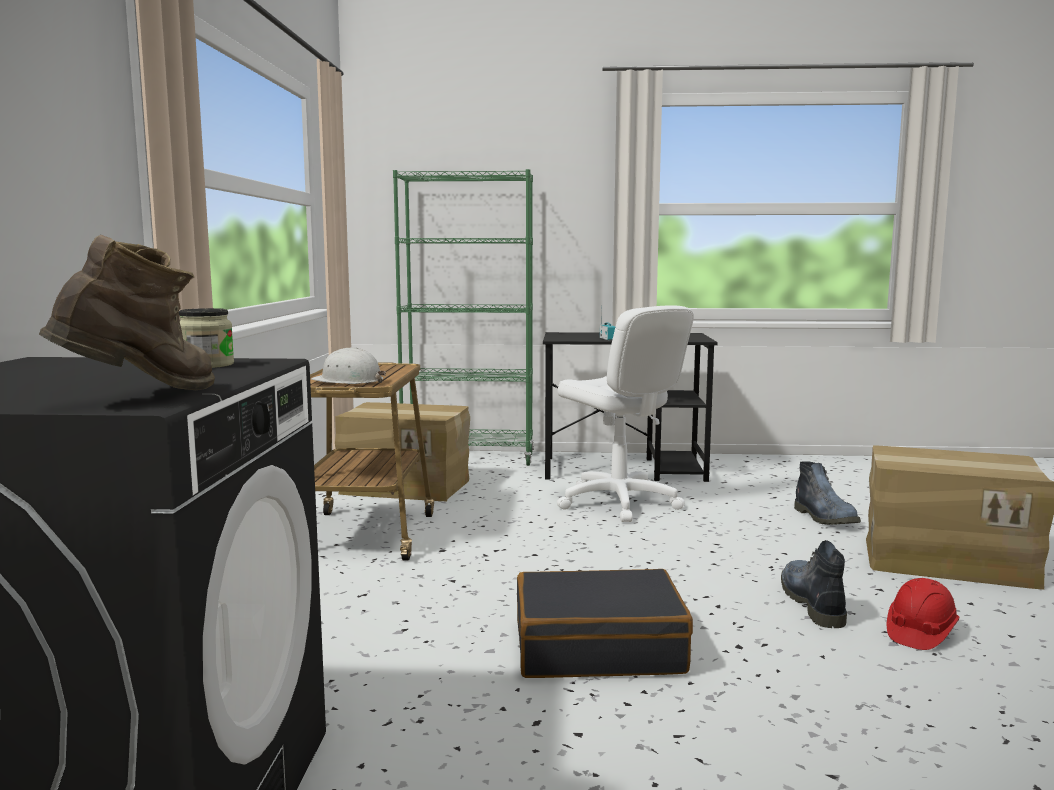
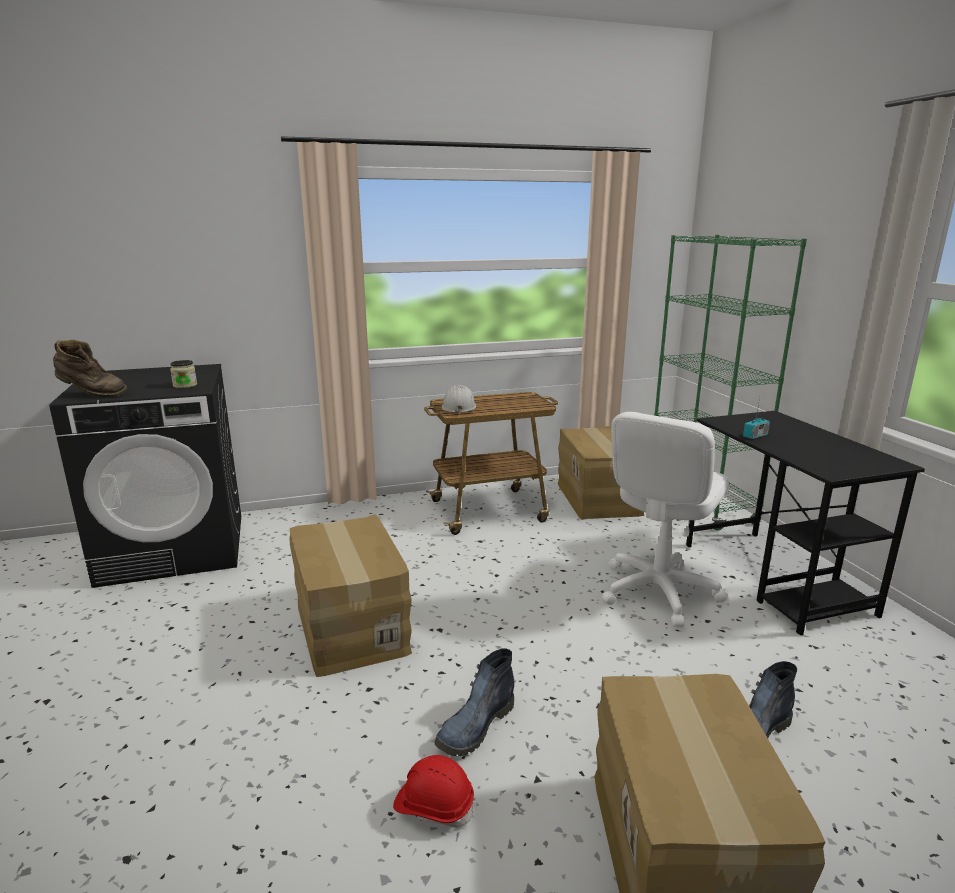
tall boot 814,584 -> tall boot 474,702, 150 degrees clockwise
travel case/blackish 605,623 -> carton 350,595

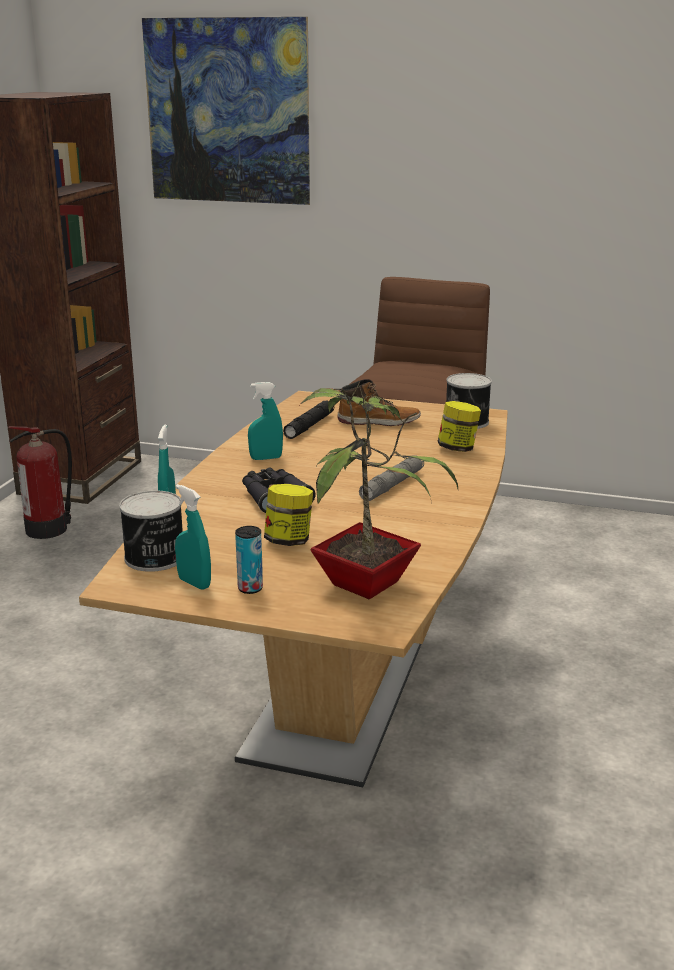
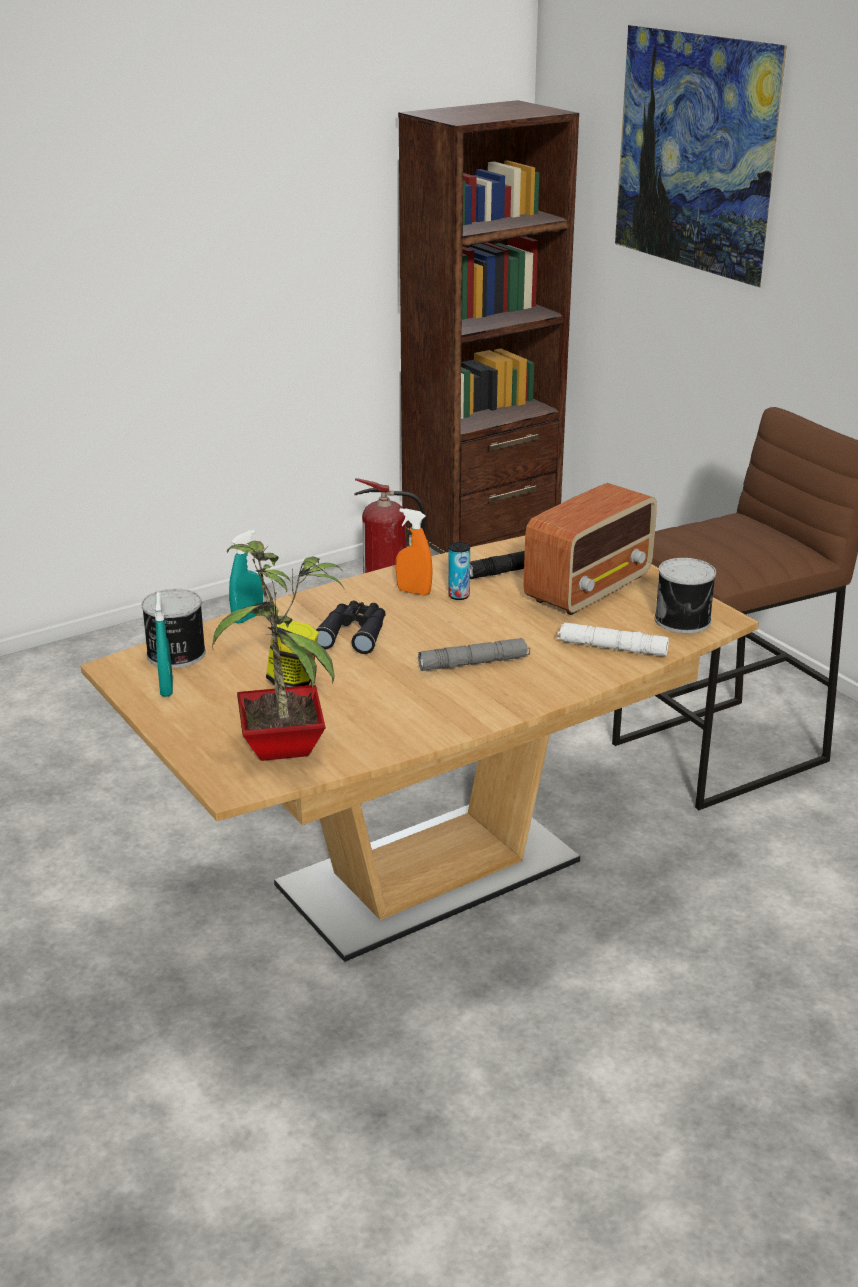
tall boot 379,402 -> radio receiver 590,549
sprayer/turquoise 265,421 -> sprayer/orangey 414,552
preserve jar 459,426 -> torch/whitish 613,639
sealed can 249,560 -> sealed can 459,571, shifted

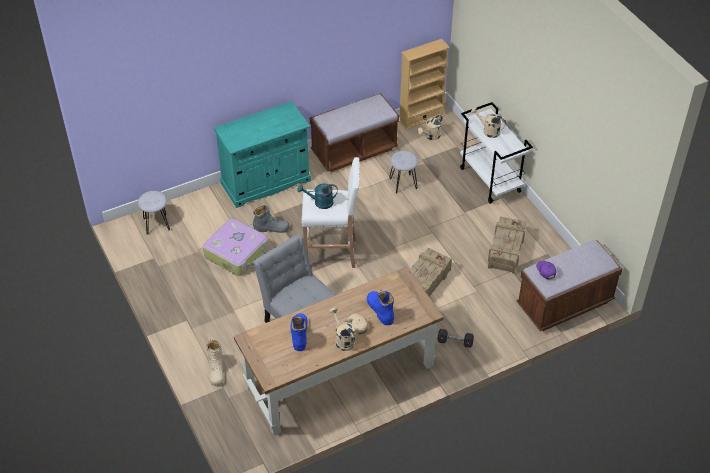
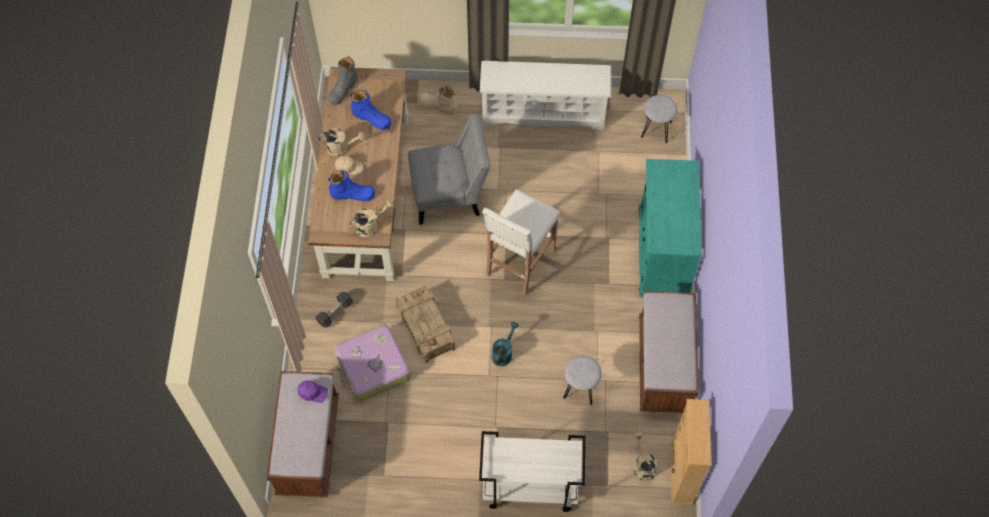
watering can/beige-coloured 488,122 -> watering can/beige-coloured 371,219, shifted
watering can/turquoise 317,196 -> watering can/turquoise 505,344, shifted
tall boot/grey 271,219 -> tall boot/grey 342,80, shifted
shipping crate 507,245 -> none
travel case 235,247 -> travel case 372,363, shifted
none -> shoe stand/whitish 545,95

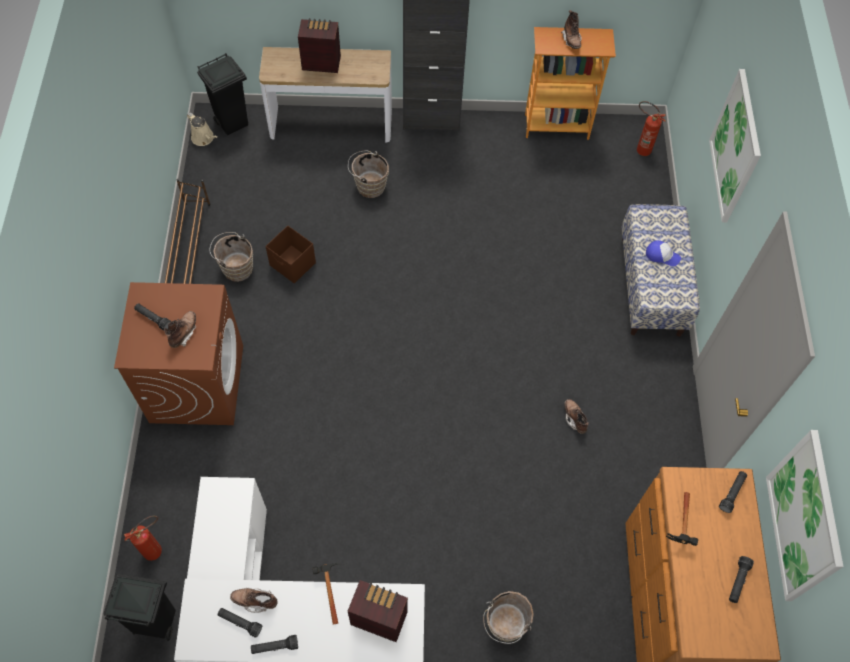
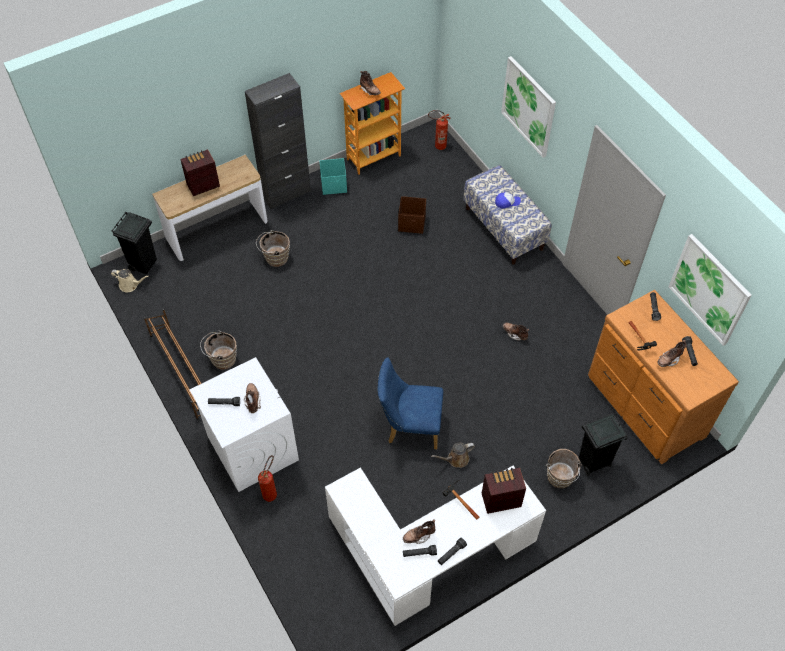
storage box/brown 290,255 -> storage box/brown 412,215, shifted
laundry appliance/brown 178,353 -> laundry appliance/whitish 244,424
fire extinguisher 143,538 -> fire extinguisher 267,478, shifted
trash can/blackish 139,607 -> trash can/blackish 603,444, shifted
none -> storage box/turquoise 333,176
none -> tall boot/brown 671,353
none -> chair/blue-coloured 410,403
none -> watering can/brown 453,455

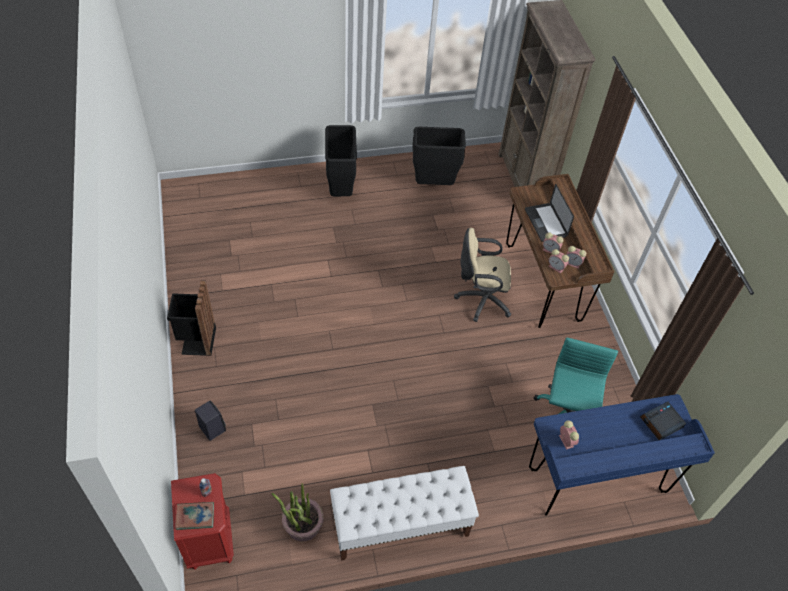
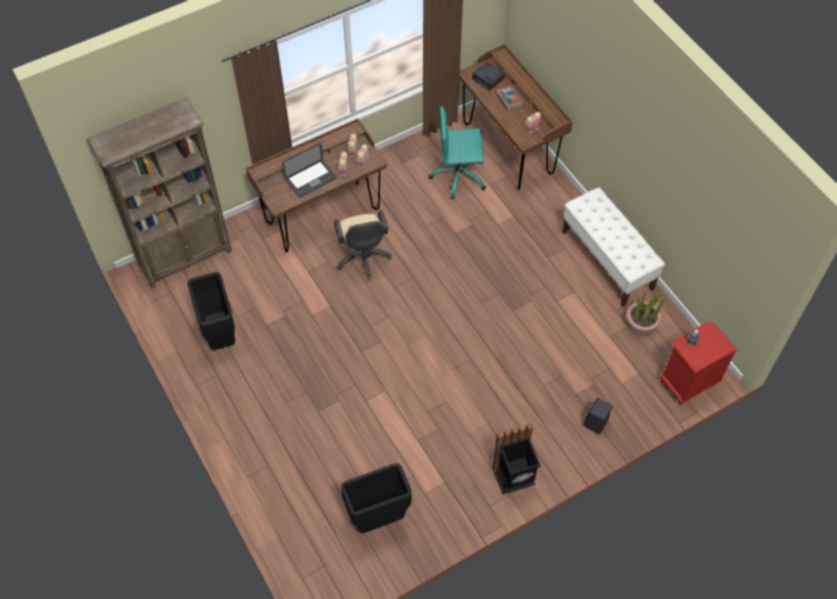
trash can/blackish 341,160 -> trash can/blackish 376,498, shifted
desk/blue-coloured 622,455 -> desk/brown 516,117
bound book 194,516 -> bound book 510,98, shifted

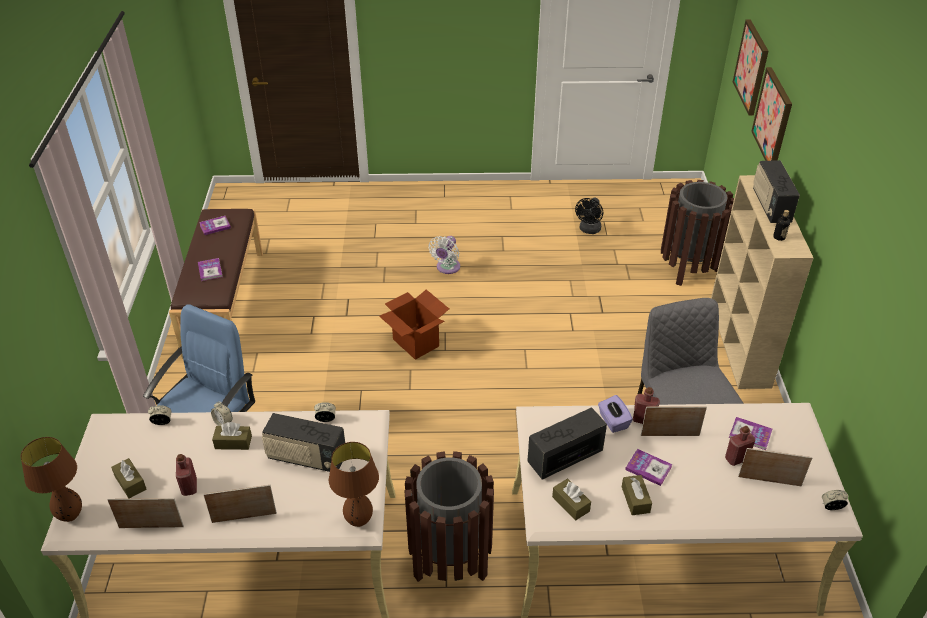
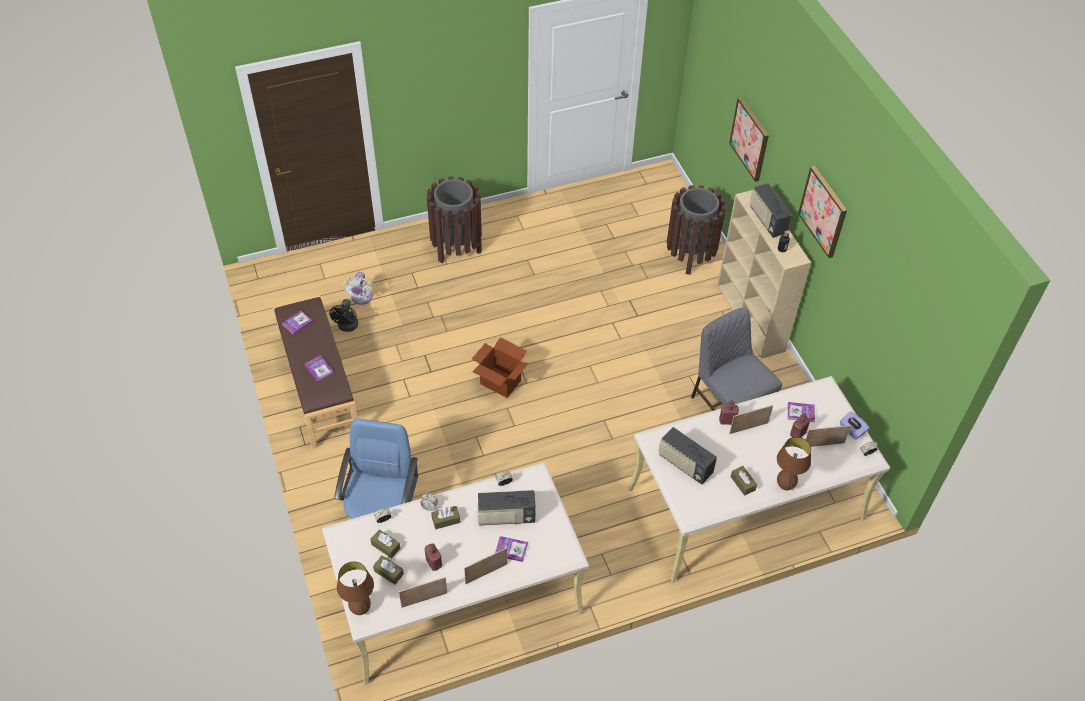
picture 750,67 -> picture 822,211, shifted
electric fan/blackish 589,216 -> electric fan/blackish 344,315, shifted
electric fan/whitish 444,255 -> electric fan/whitish 357,288, shifted
box of tissues/purplish 615,414 -> box of tissues/purplish 854,425, shifted
radio receiver 567,443 -> radio receiver 687,455, 90 degrees counterclockwise
table lamp/brown 354,484 -> table lamp/brown 794,463, shifted
bound book 648,467 -> bound book 511,549, shifted
trash can/brown 449,516 -> trash can/brown 454,219, shifted
box of tissues/brown 571,500 -> box of tissues/brown 385,543, shifted

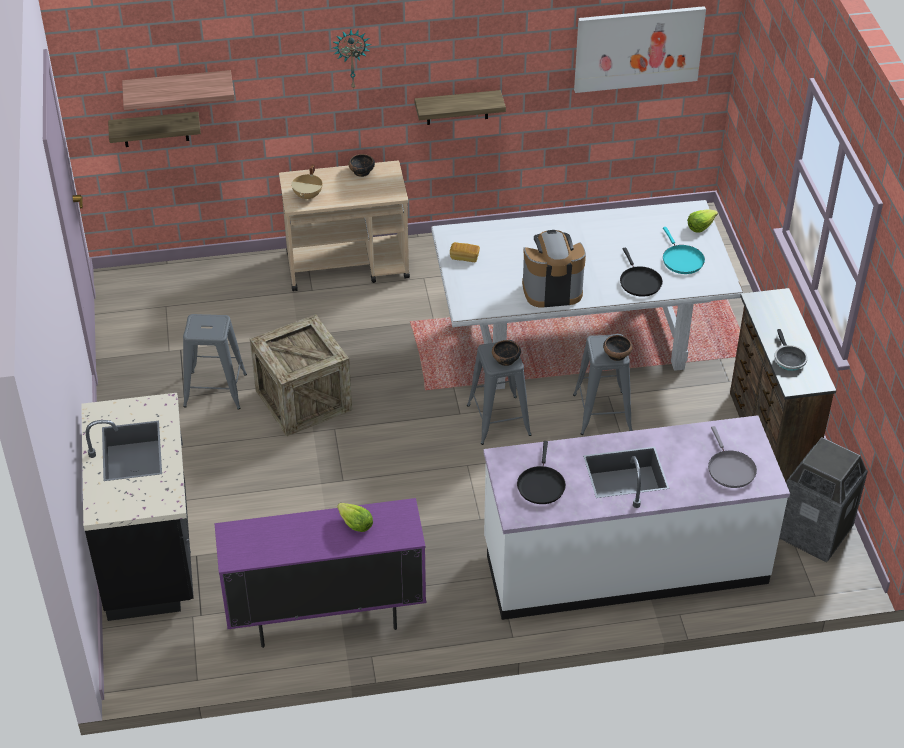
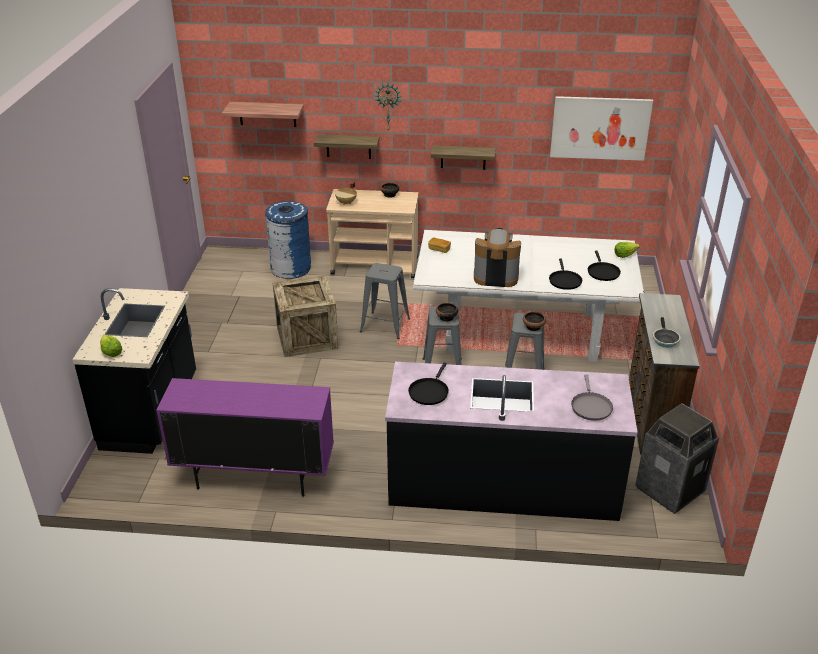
shelf 154,129 -> shelf 346,146, shifted
frying pan/turquoise 684,250 -> frying pan/blackish 604,266
stool/grey 215,362 -> stool/grey 385,301, shifted
counter/whitish 636,517 -> counter/blackish 511,441
head of lettuce 355,517 -> head of lettuce 111,346, shifted
none -> trash can/blue-coloured 288,240

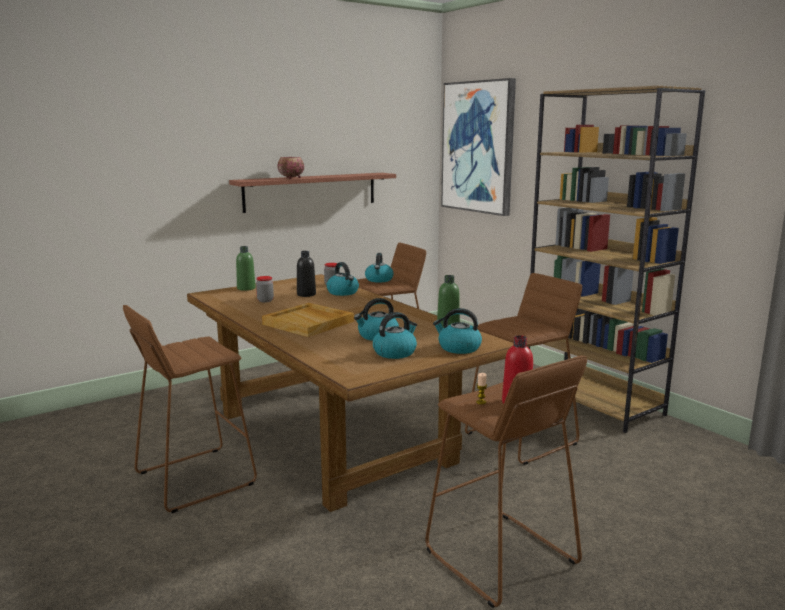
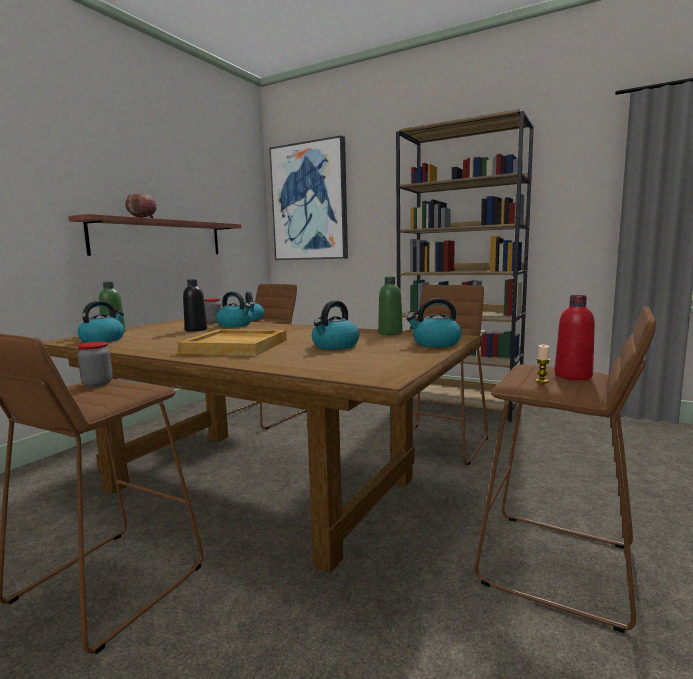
preserve jar 265,289 -> preserve jar 95,364, shifted
tea kettle 395,335 -> tea kettle 100,322, shifted

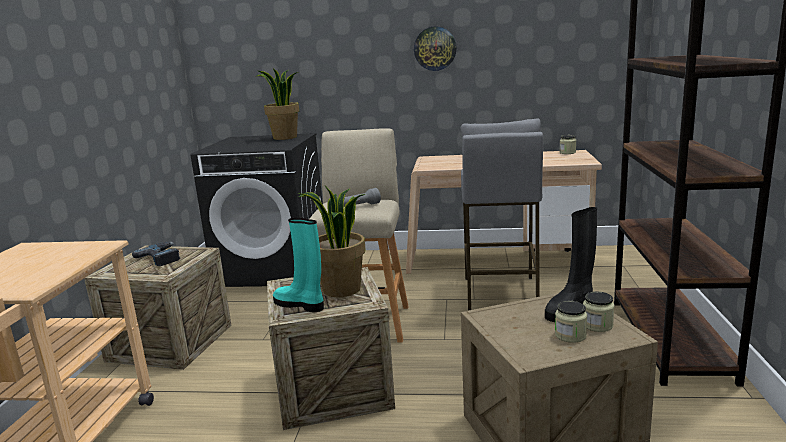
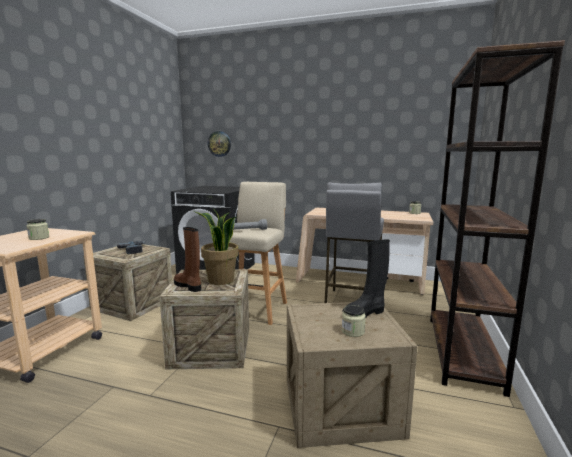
wall clock 435,48 -> wall clock 219,144, shifted
plant in a pot 277,104 -> none
tall boot/turquoise 298,265 -> tall boot/brown 187,259
preserve jar 598,311 -> preserve jar 38,229, shifted

